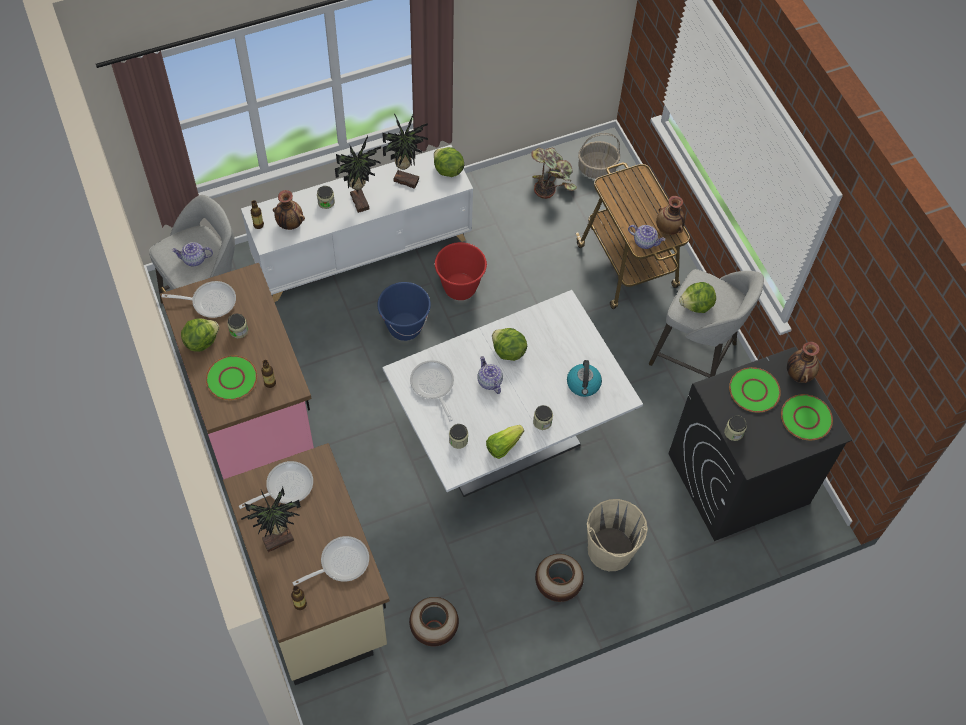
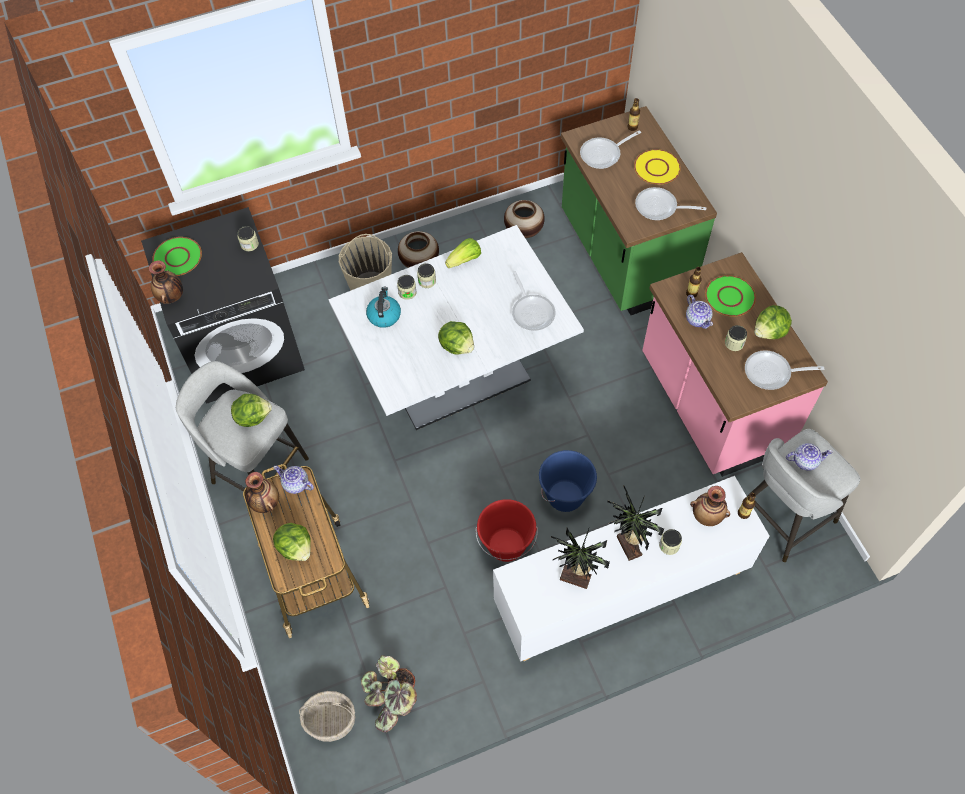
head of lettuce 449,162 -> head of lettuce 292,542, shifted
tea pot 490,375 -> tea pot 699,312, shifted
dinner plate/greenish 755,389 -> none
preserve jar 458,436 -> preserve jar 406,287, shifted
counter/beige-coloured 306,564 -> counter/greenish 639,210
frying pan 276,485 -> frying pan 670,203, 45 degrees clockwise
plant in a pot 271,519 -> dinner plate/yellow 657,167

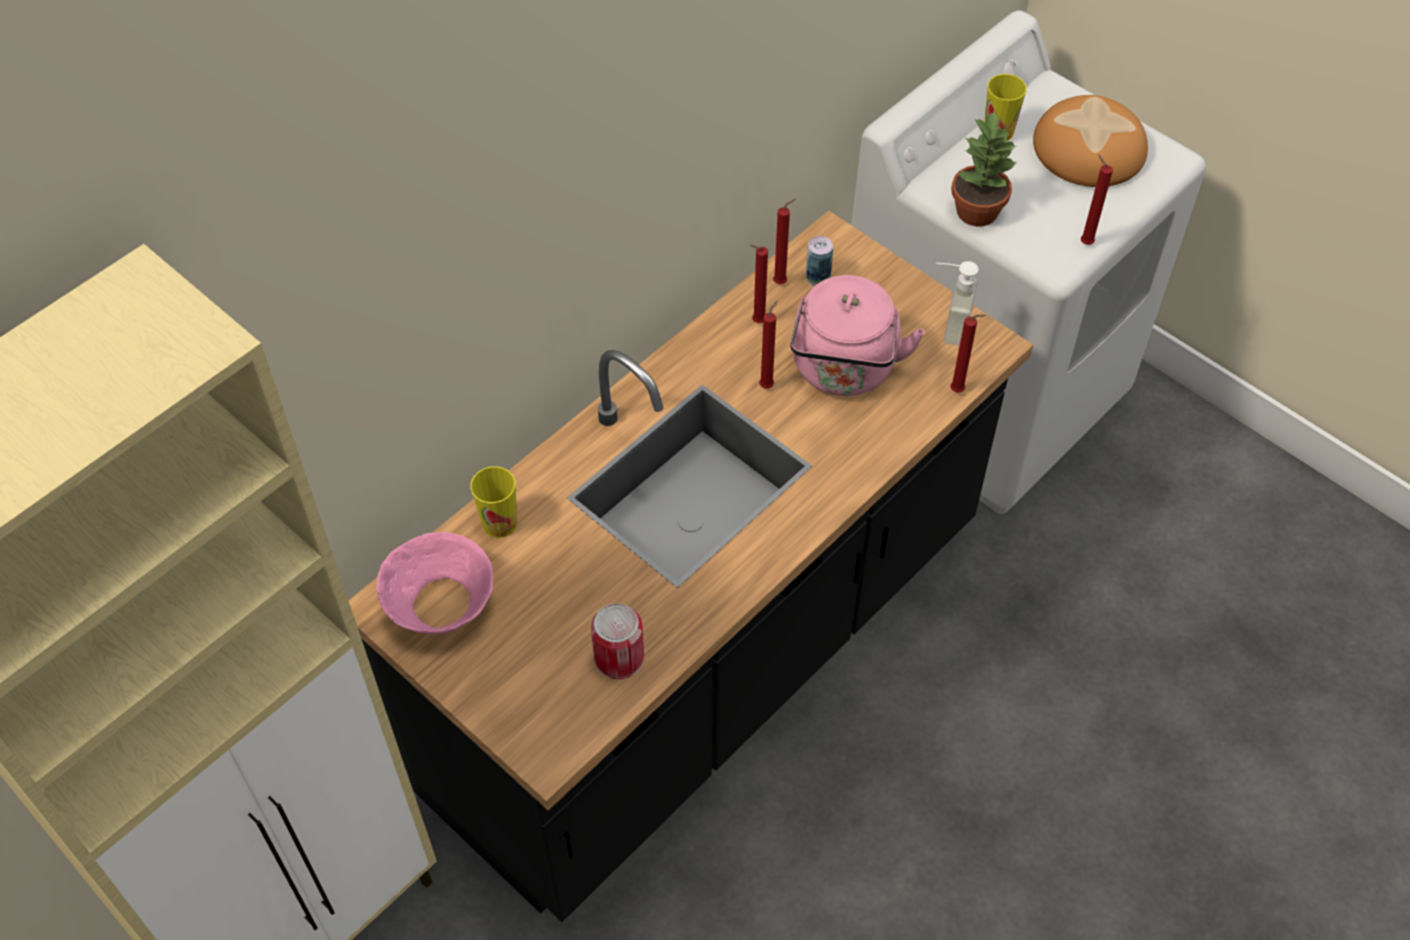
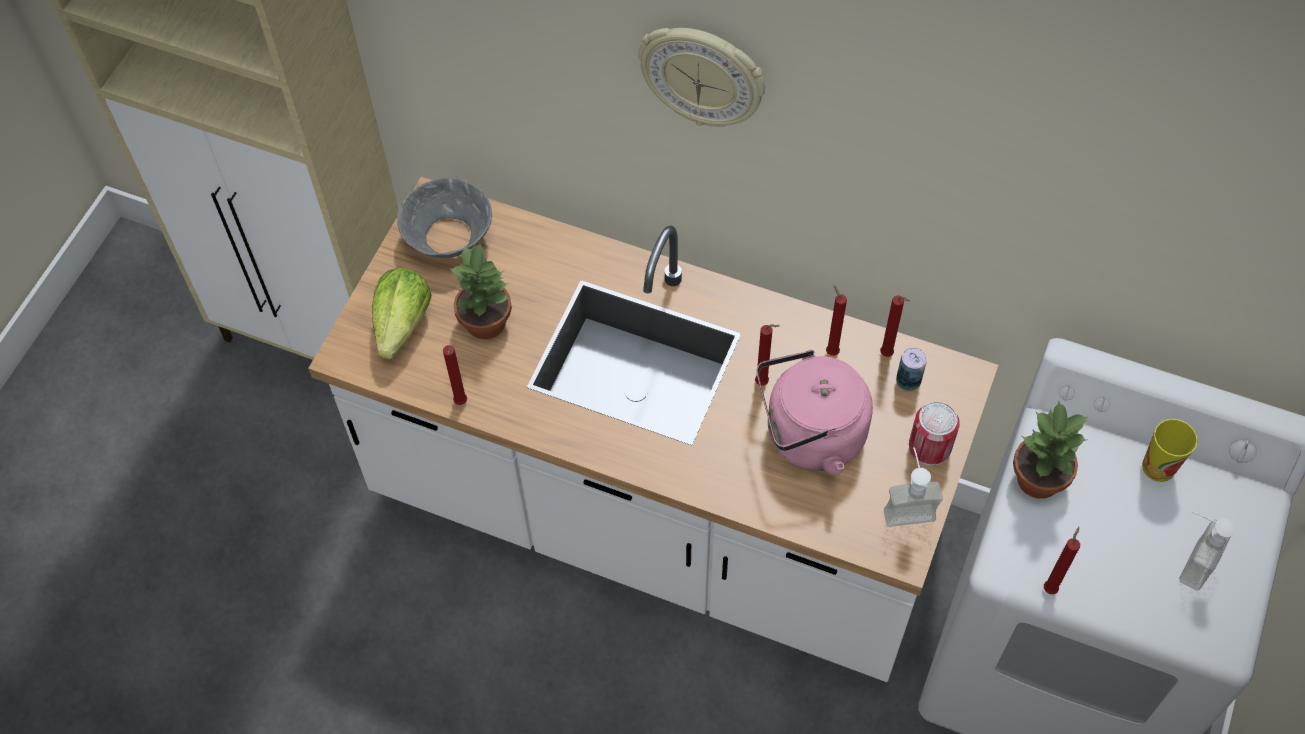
bread 1090,141 -> soap bottle 1207,551
counter/blackish 690,566 -> counter/whitish 653,429
wax candle/reddish 968,353 -> wax candle/reddish 455,375, shifted
cup 493,502 -> none
bowl/pink-coloured 435,583 -> bowl/grey 444,218
sealed can 617,641 -> sealed can 934,433, shifted
none -> wall clock 701,77
none -> plant in a pot 480,290
none -> head of lettuce 402,313

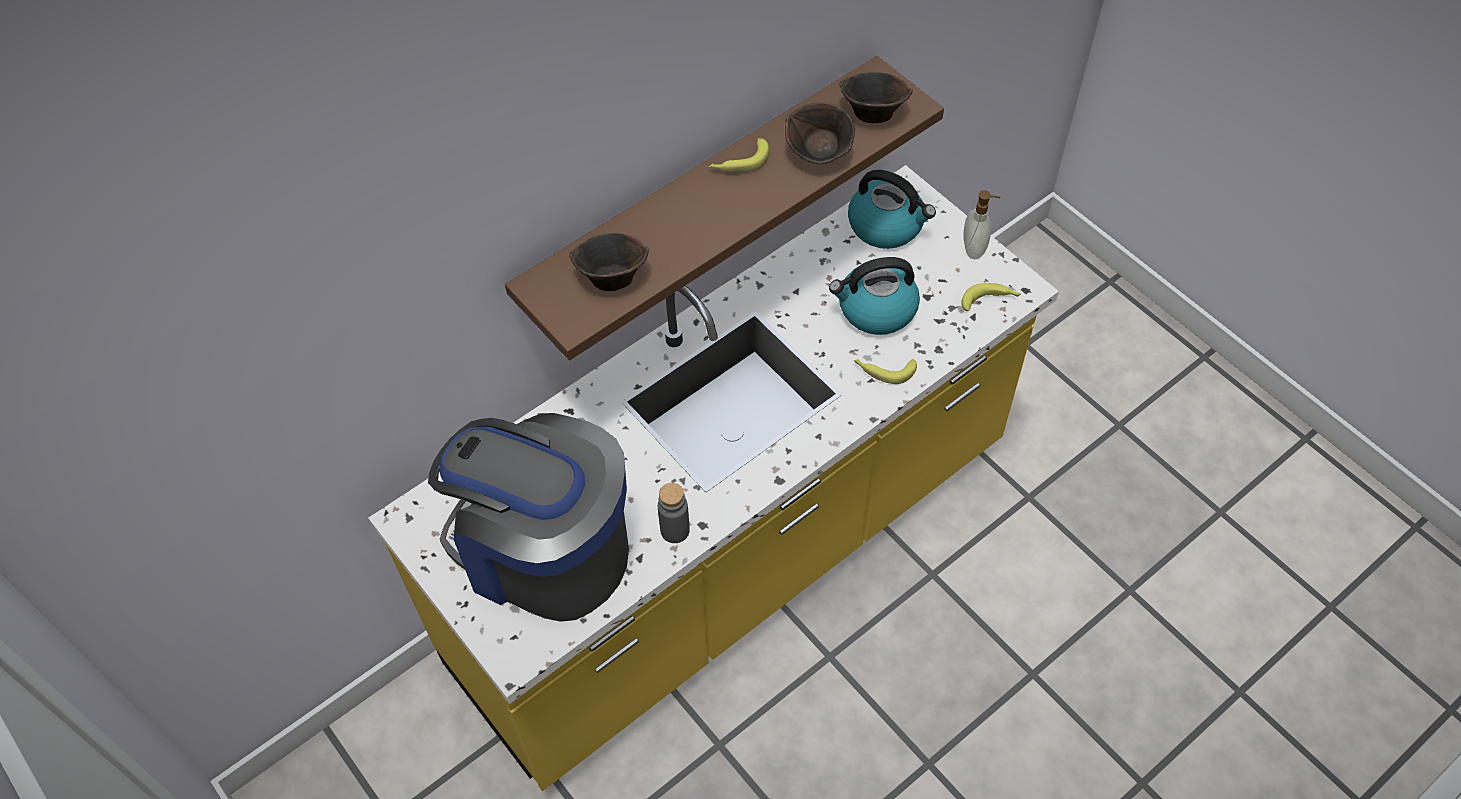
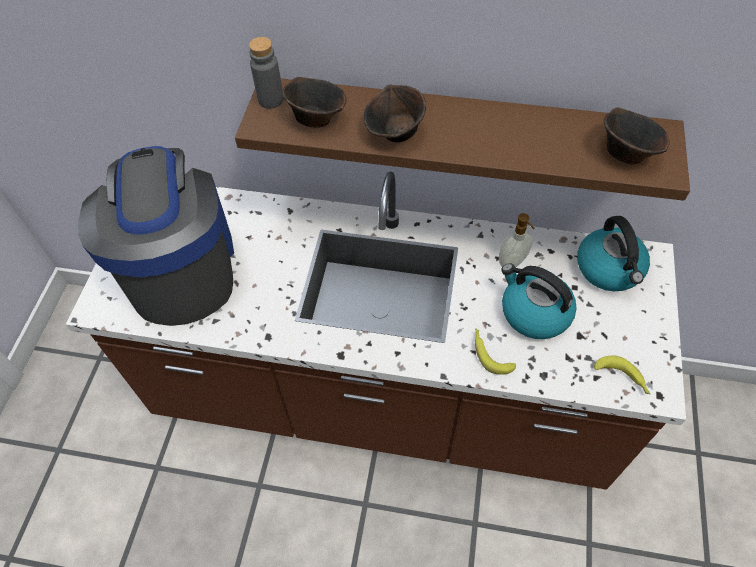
bowl/brown 820,133 -> bowl/brown 395,113, shifted
banana fruit 739,155 -> none
counter/yellow 713,478 -> counter/brown 376,331
soap bottle 981,224 -> soap bottle 516,240, shifted
bottle/grey 674,513 -> bottle/grey 266,73, shifted

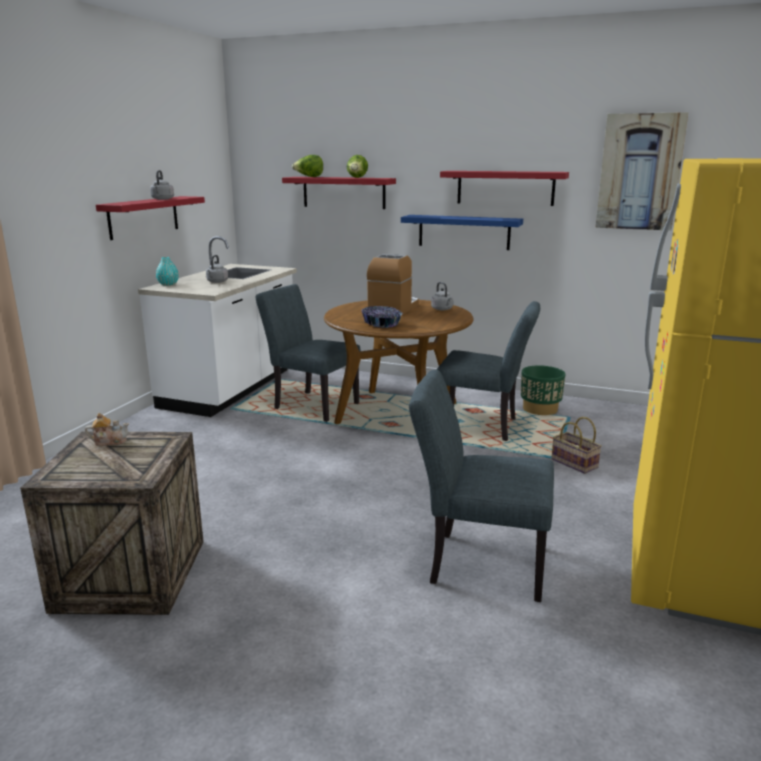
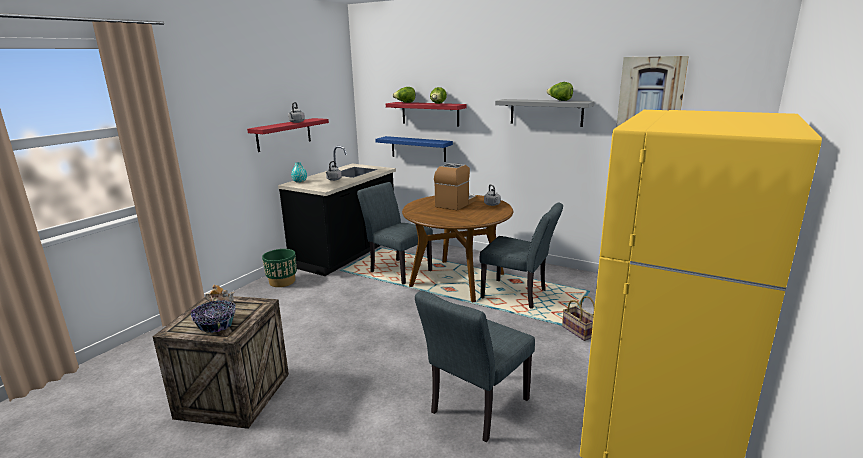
shelf/reddish 504,188 -> shelf/grey 545,113
shelf/blue-coloured 462,232 -> shelf/blue-coloured 414,149, shifted
counter/whitish 217,326 -> counter/blackish 337,211
bowl 382,317 -> bowl 213,316, shifted
flower pot/greenish 543,390 -> flower pot/greenish 279,268, shifted
chair/grey 481,486 -> chair/grey 475,366, 75 degrees counterclockwise
none -> head of lettuce 559,91

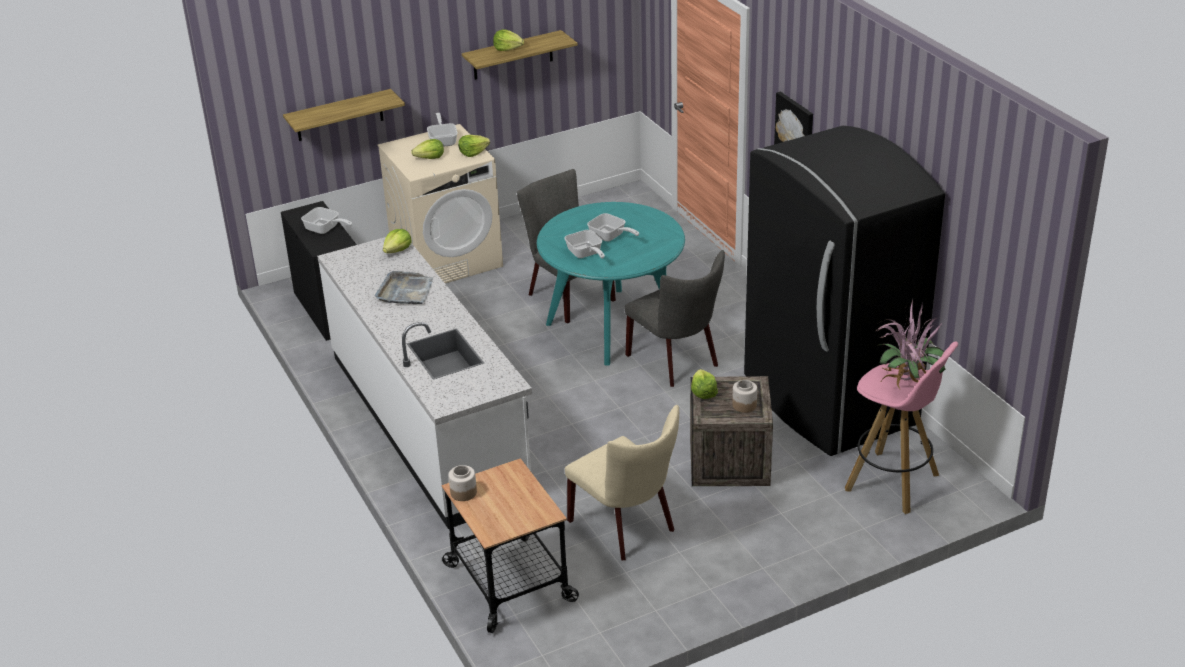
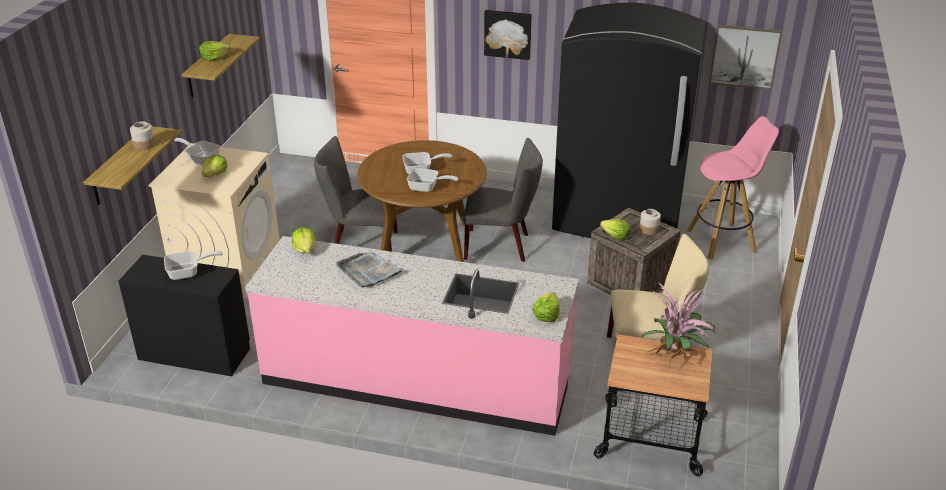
head of lettuce 474,146 -> head of lettuce 546,307, shifted
dinner table/turquoise 611,283 -> dinner table/brown 422,201
counter/whitish 424,383 -> counter/pink-coloured 412,336
plant in a pot 911,344 -> plant in a pot 679,324, shifted
preserve jar 463,483 -> preserve jar 142,135, shifted
none -> picture 745,57

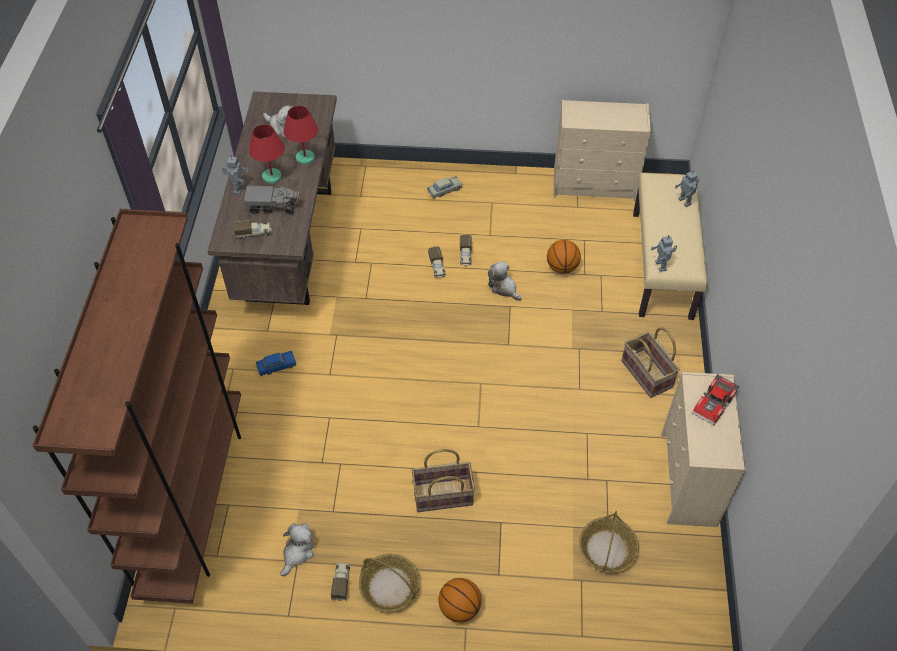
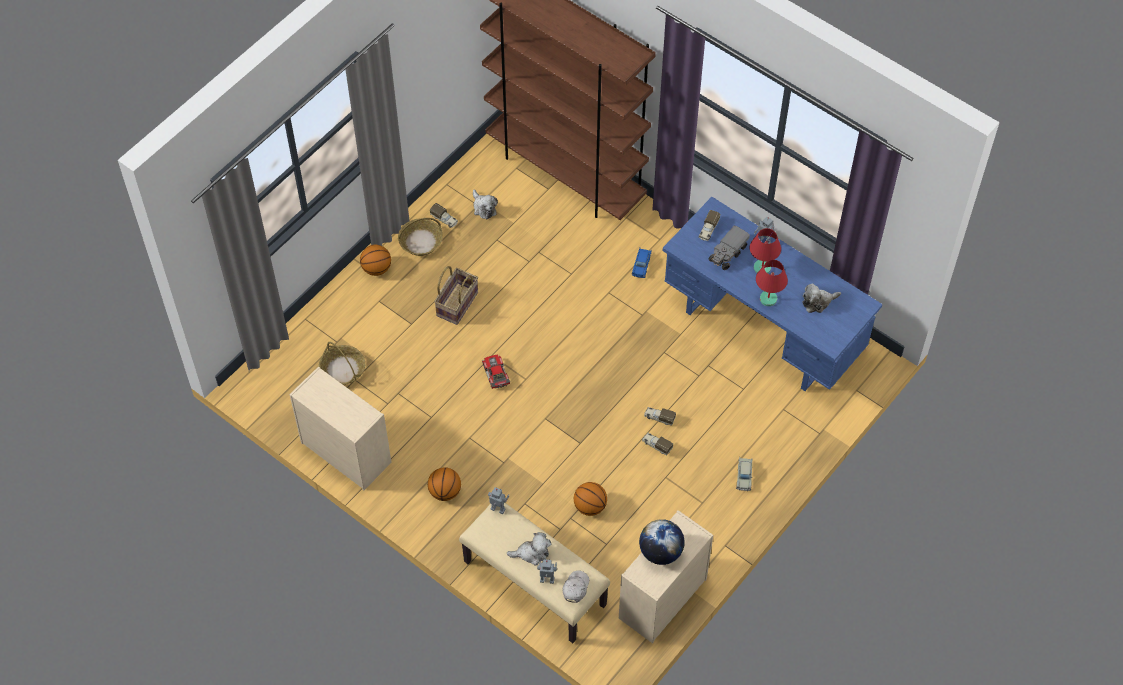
desk/brown 272,198 -> desk/blue-coloured 772,294
cuddly toy 505,281 -> cuddly toy 528,549, shifted
basket 650,362 -> basketball 444,484
miniature car 716,400 -> miniature car 496,372, shifted
none -> globe 662,542
none -> baseball cap/whitish 576,587

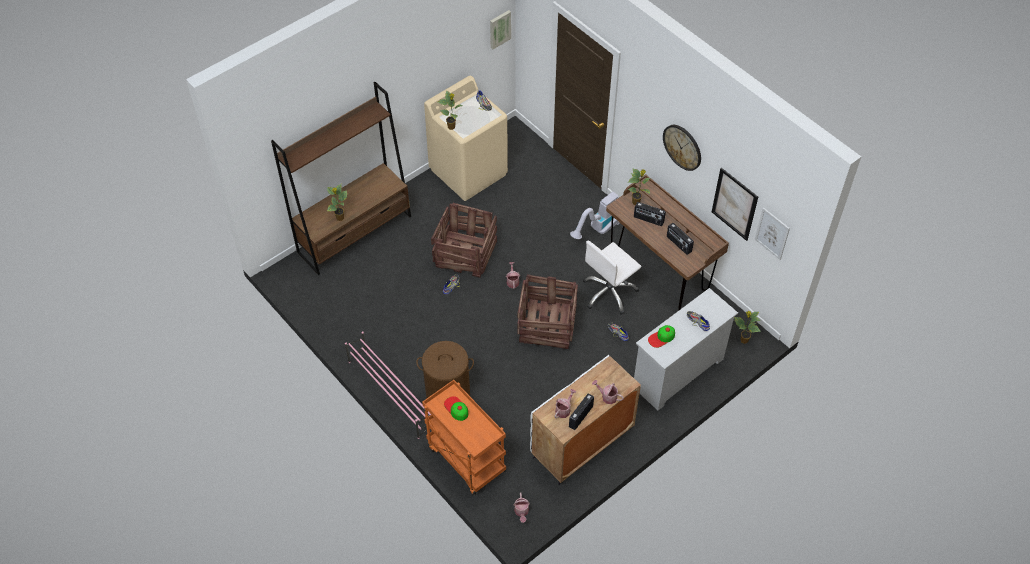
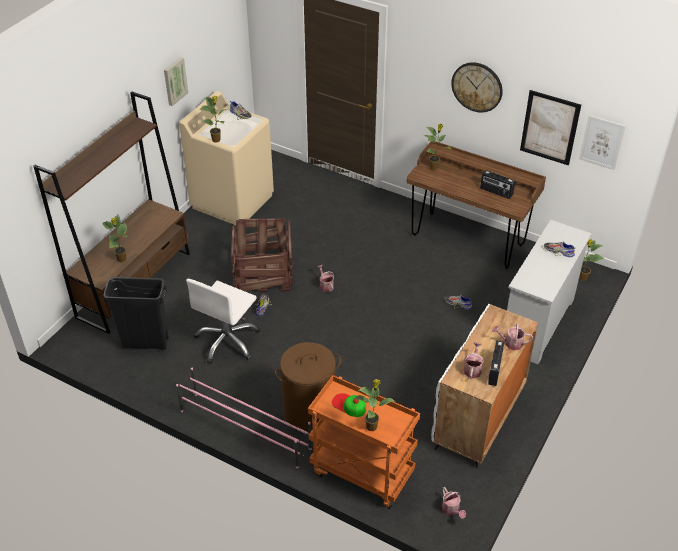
picture 500,29 -> picture 176,81, shifted
vacuum 595,215 -> none
radio receiver 650,214 -> none
computer chair/whitish 612,278 -> computer chair/whitish 223,321, shifted
shipping crate 547,311 -> none
baseball cap 661,336 -> none
none -> trash can/blackish 136,313
none -> plant in a pot 374,405

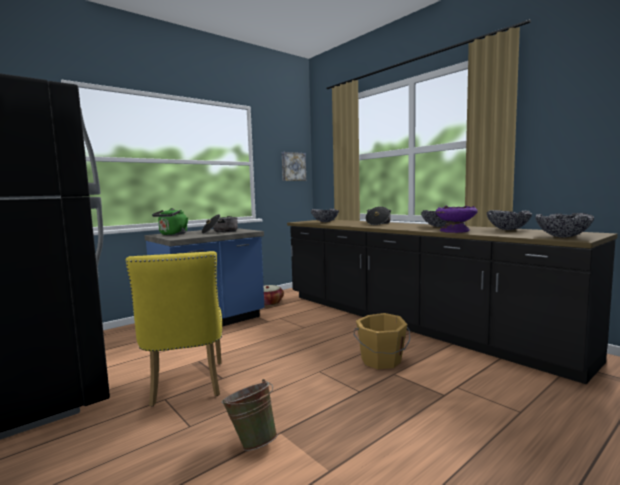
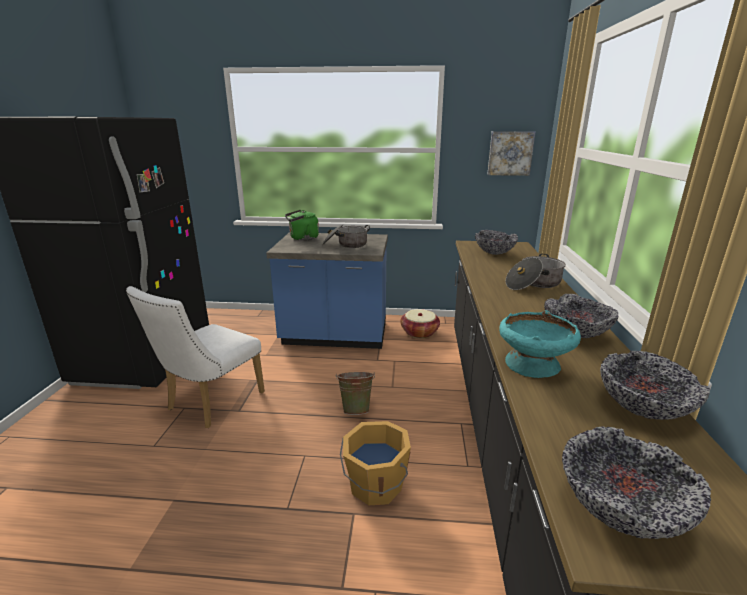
bowl/purplish 457,219 -> bowl/turquoise 540,344
chair/yellow 174,329 -> chair/whitish 195,357
bucket/greenish 249,415 -> bucket/greenish 355,393, shifted

